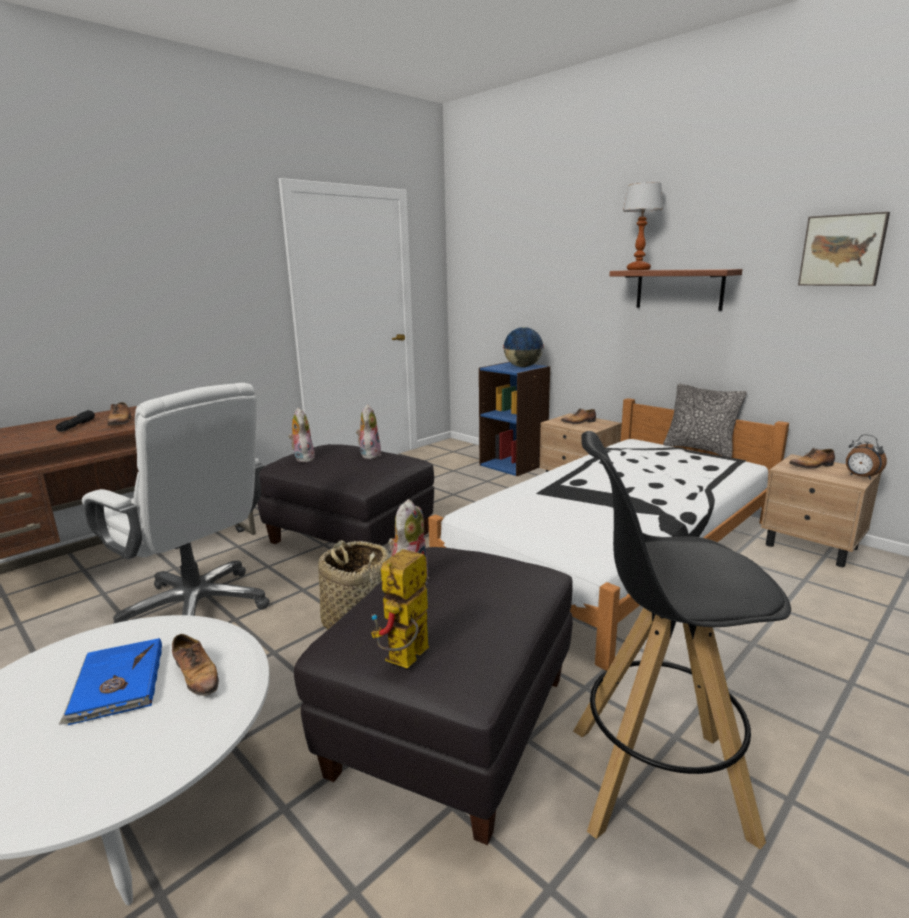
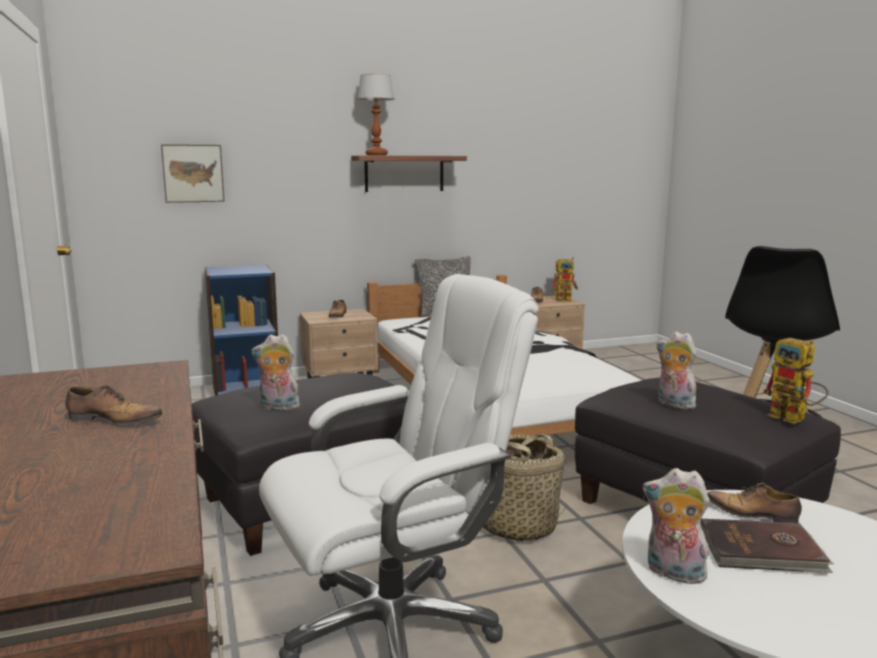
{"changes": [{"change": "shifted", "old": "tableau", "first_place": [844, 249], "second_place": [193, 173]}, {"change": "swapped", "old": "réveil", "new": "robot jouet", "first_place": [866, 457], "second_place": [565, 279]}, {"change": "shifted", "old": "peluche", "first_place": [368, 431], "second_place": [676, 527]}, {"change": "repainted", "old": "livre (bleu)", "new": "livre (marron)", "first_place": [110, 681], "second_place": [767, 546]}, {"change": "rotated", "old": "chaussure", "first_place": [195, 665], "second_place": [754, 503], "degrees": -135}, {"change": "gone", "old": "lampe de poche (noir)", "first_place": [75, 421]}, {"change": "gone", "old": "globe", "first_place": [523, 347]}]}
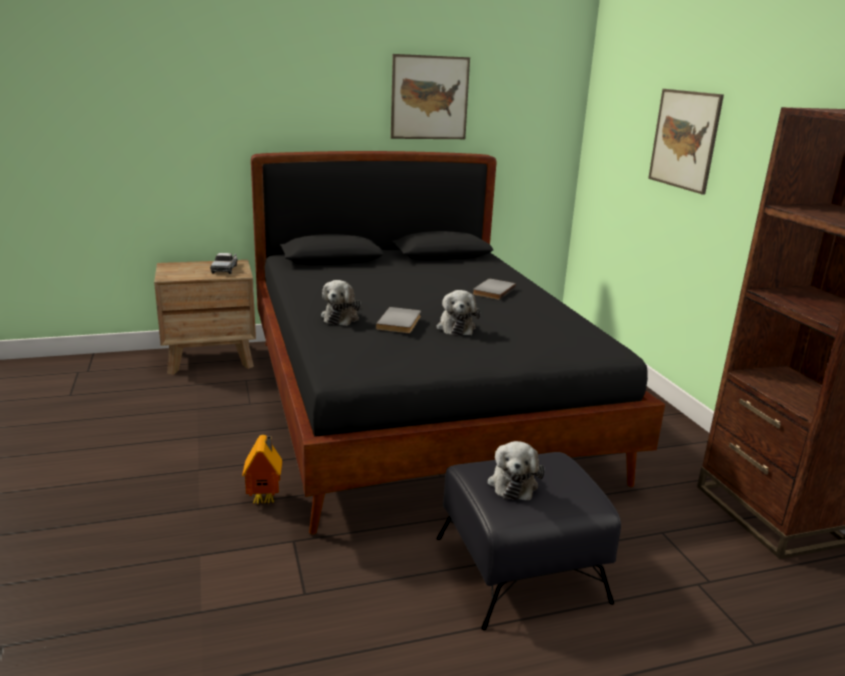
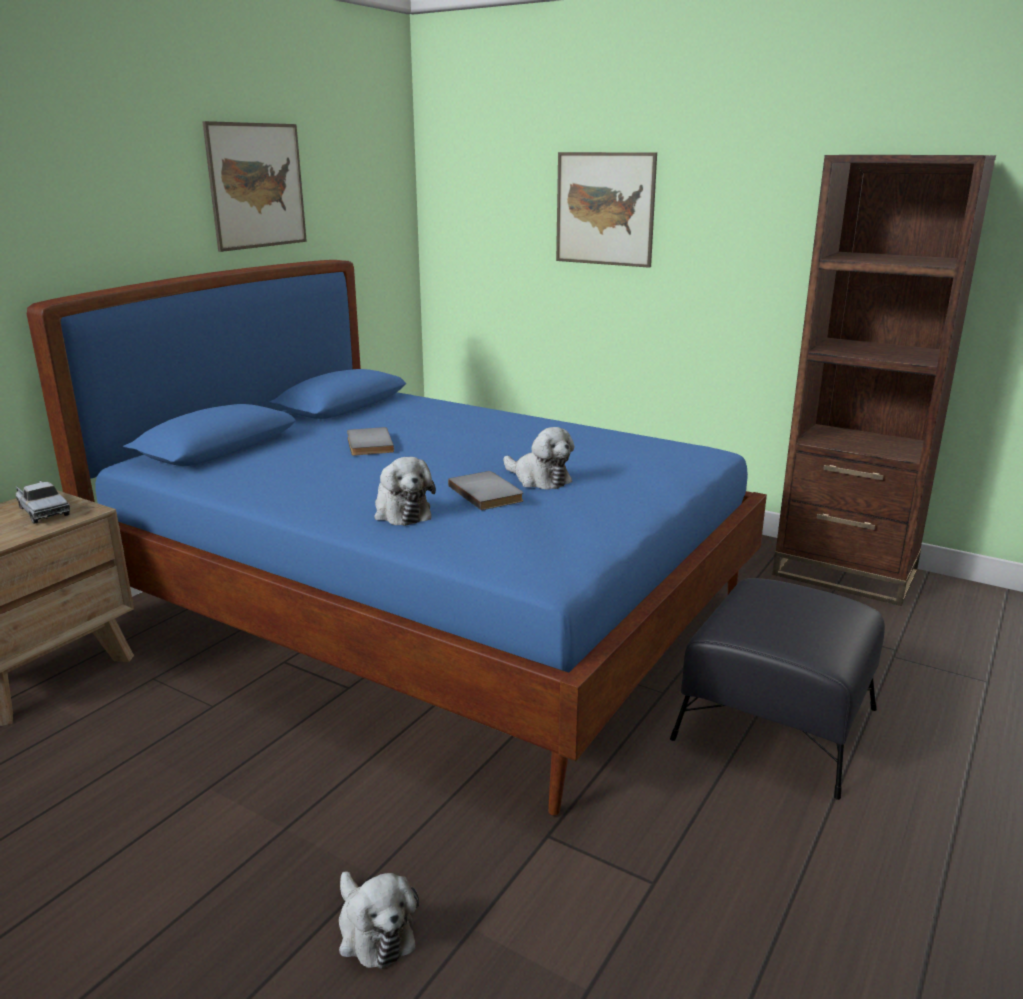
{"changes": [{"change": "repainted", "old": "lit (noir)", "new": "lit (bleu)", "first_place": [458, 343], "second_place": [397, 538]}, {"change": "shifted", "old": "peluche", "first_place": [516, 471], "second_place": [379, 920]}, {"change": "shifted", "old": "livre (gris)", "first_place": [494, 289], "second_place": [370, 441]}, {"change": "gone", "old": "maison miniature", "first_place": [262, 470]}]}
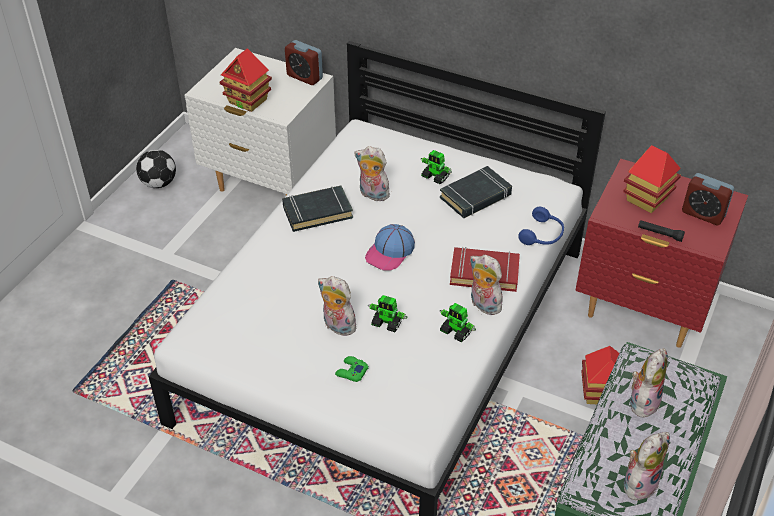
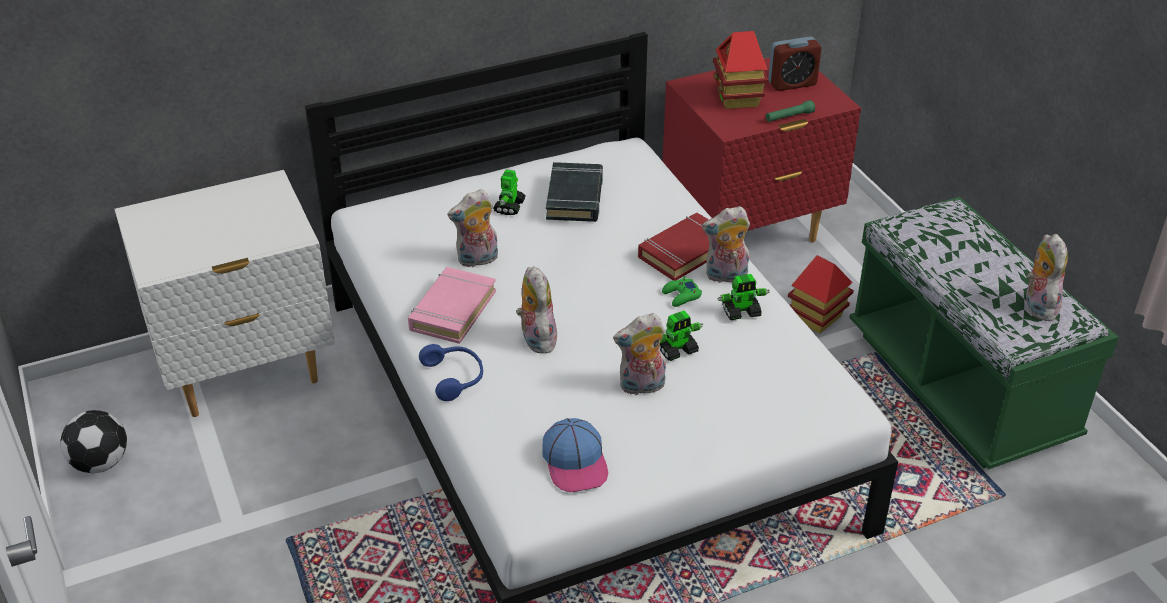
{"changes": [{"change": "repainted", "old": "livre (noir)", "new": "livre (rose)", "first_place": [317, 208], "second_place": [452, 305]}, {"change": "shifted", "old": "casque audio (bleu)", "first_place": [541, 226], "second_place": [451, 372]}, {"change": "rotated", "old": "robot jouet", "first_place": [436, 167], "second_place": [509, 192], "degrees": 120}, {"change": "shifted", "old": "peluche", "first_place": [649, 383], "second_place": [536, 310]}, {"change": "shifted", "old": "casquette", "first_place": [390, 247], "second_place": [575, 455]}, {"change": "shifted", "old": "manette (vert)", "first_place": [352, 369], "second_place": [682, 291]}, {"change": "repainted", "old": "lampe de poche (noir)", "new": "lampe de poche (vert)", "first_place": [661, 231], "second_place": [790, 111]}, {"change": "gone", "old": "maison miniature", "first_place": [246, 80]}, {"change": "gone", "old": "réveil", "first_place": [304, 62]}]}
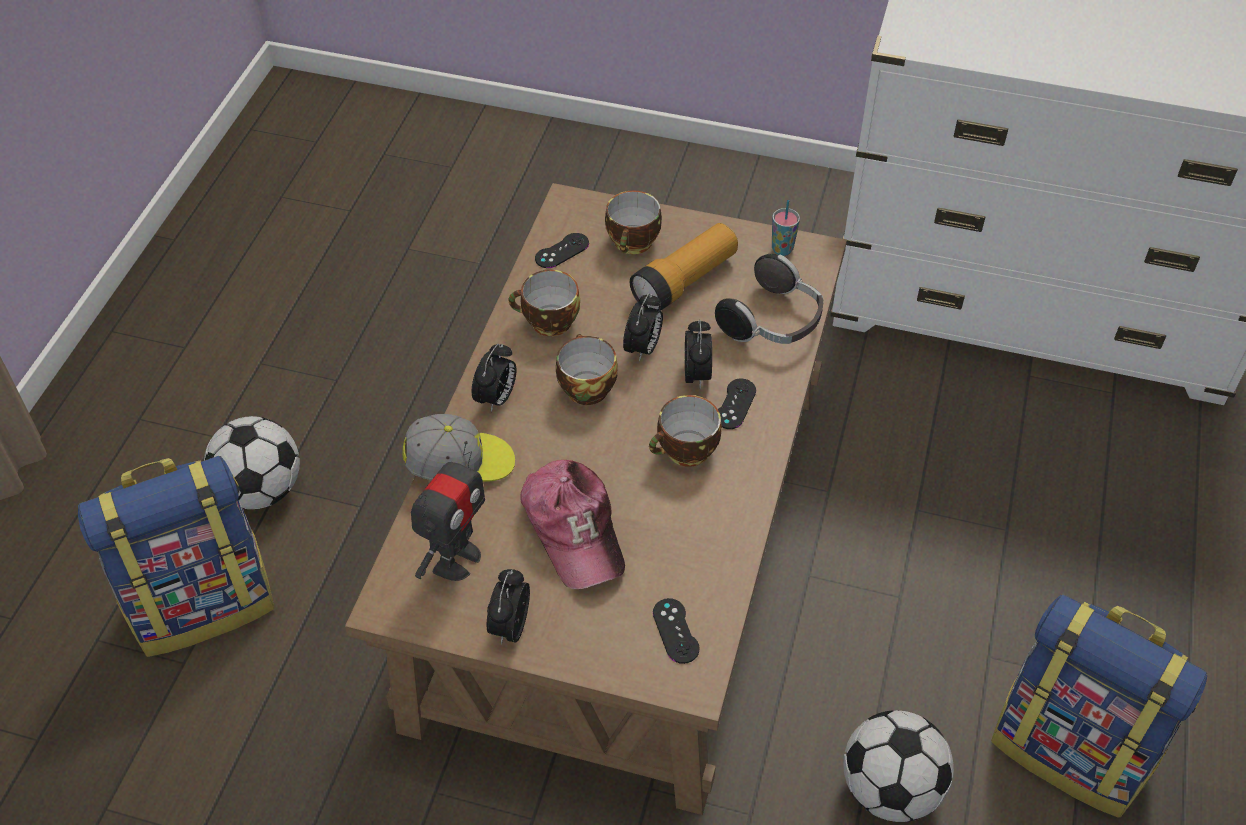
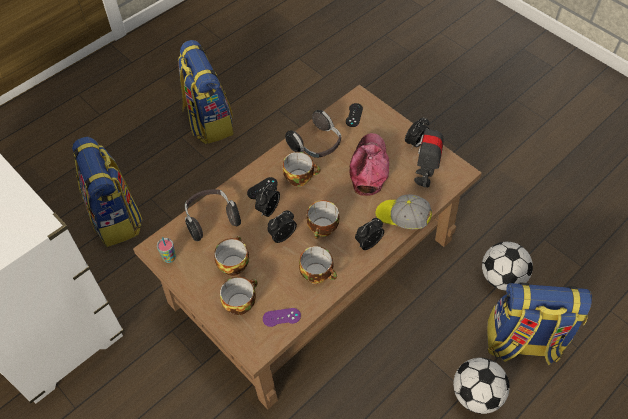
{"changes": [{"change": "new", "new": "sac à dos", "second_place": [107, 192]}, {"change": "swapped", "old": "lampe de poche", "new": "tasse", "first_place": [684, 267], "second_place": [231, 256]}, {"change": "repainted", "old": "manette (noir)", "new": "manette (violet)", "first_place": [562, 250], "second_place": [282, 317]}, {"change": "new", "new": "casque audio", "second_place": [313, 134]}, {"change": "rotated", "old": "robot jouet", "first_place": [448, 511], "second_place": [429, 151], "degrees": -45}, {"change": "shifted", "old": "ballon de foot", "first_place": [898, 766], "second_place": [507, 266]}]}
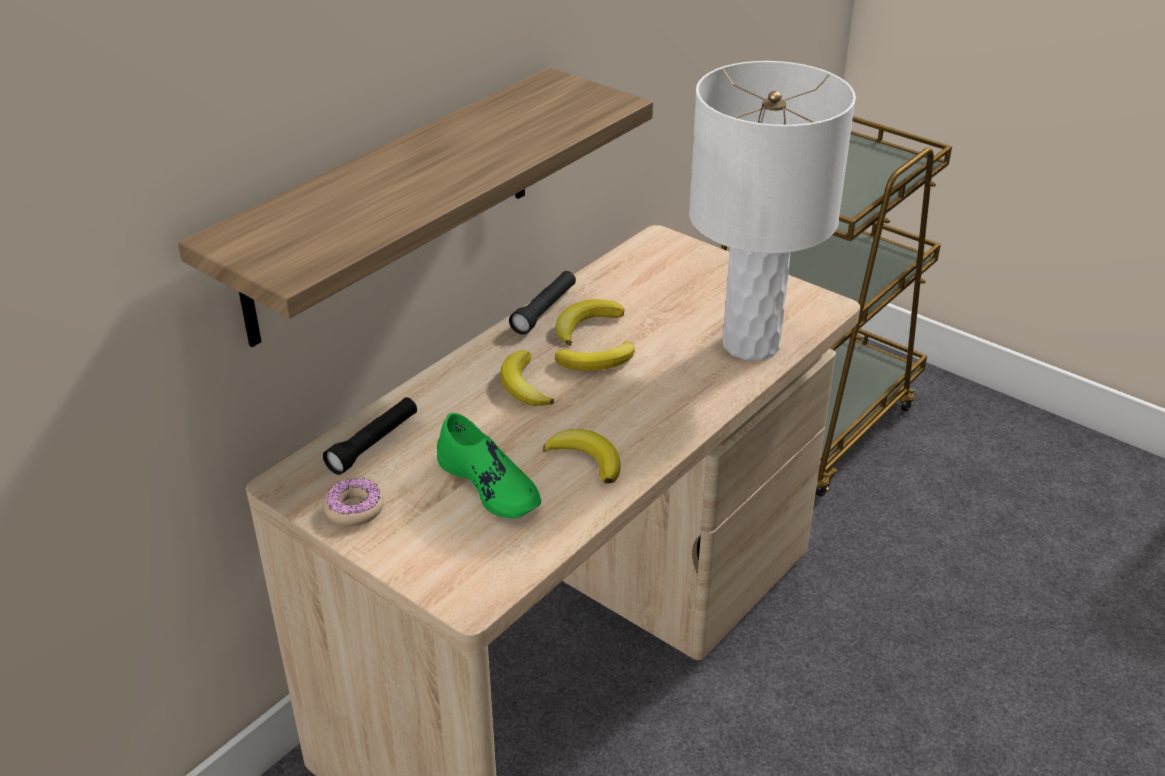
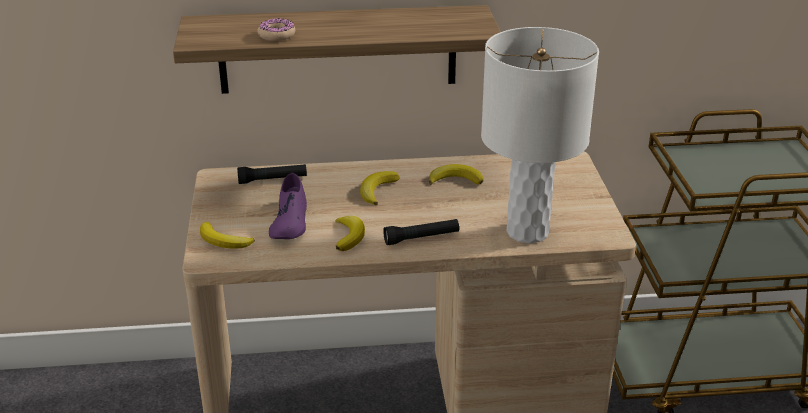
{"changes": [{"change": "shifted", "old": "banane", "first_place": [595, 356], "second_place": [227, 235]}, {"change": "shifted", "old": "beignet", "first_place": [354, 502], "second_place": [276, 29]}, {"change": "repainted", "old": "chaussure (vert)", "new": "chaussure (violet)", "first_place": [489, 465], "second_place": [288, 206]}, {"change": "shifted", "old": "lampe de poche (noir)", "first_place": [542, 303], "second_place": [421, 232]}]}
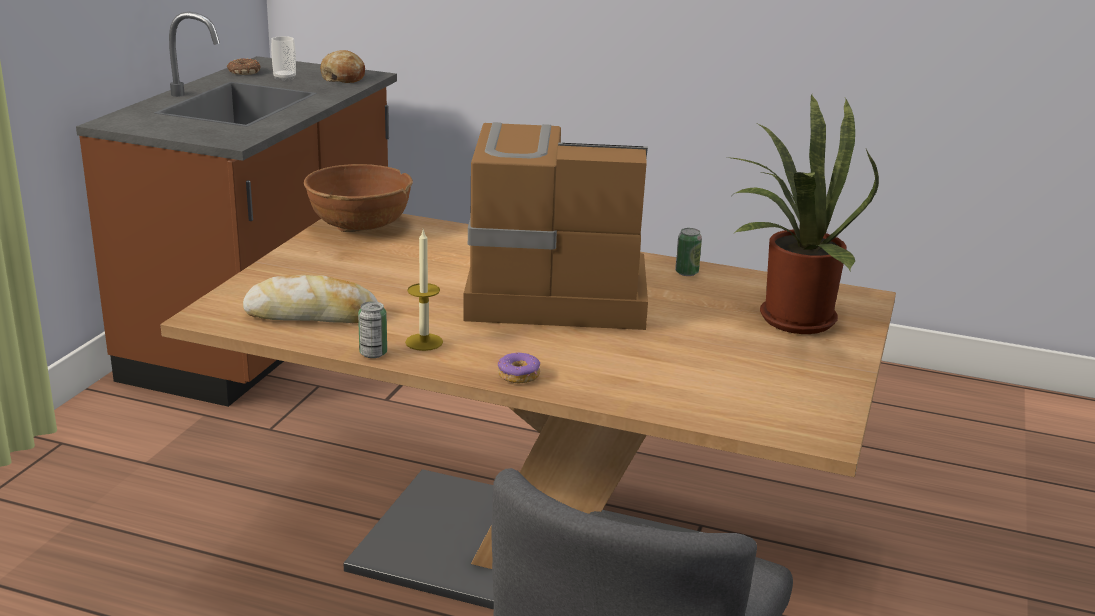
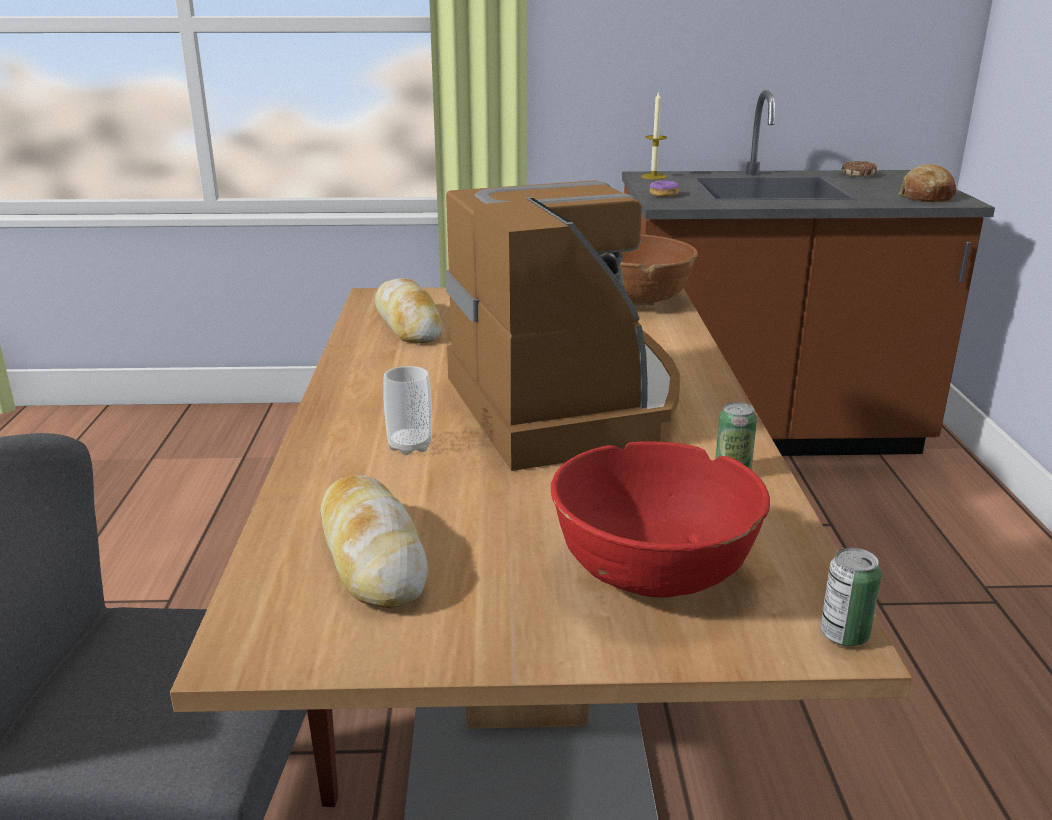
{"changes": [{"change": "new", "new": "pain", "second_place": [374, 541]}, {"change": "shifted", "old": "tasse", "first_place": [283, 58], "second_place": [407, 410]}, {"change": "swapped", "old": "plante en pot", "new": "bol (rouge)", "first_place": [803, 214], "second_place": [660, 520]}, {"change": "shifted", "old": "bougie", "first_place": [424, 290], "second_place": [654, 135]}, {"change": "shifted", "old": "beignet", "first_place": [519, 368], "second_place": [664, 188]}, {"change": "shifted", "old": "boîte métallique", "first_place": [372, 329], "second_place": [850, 596]}]}
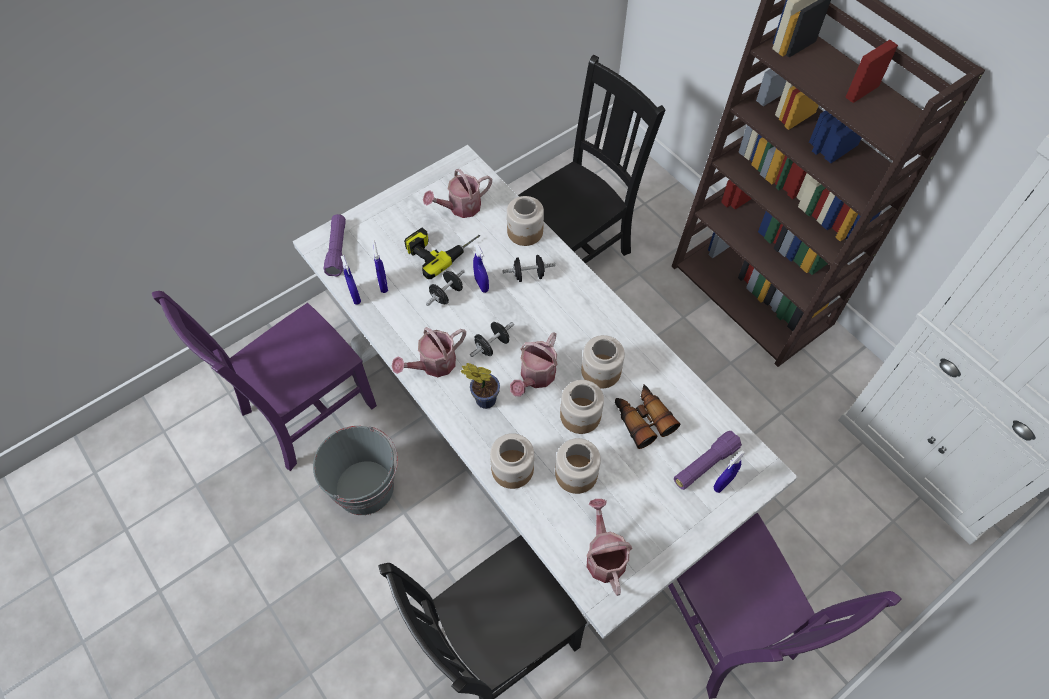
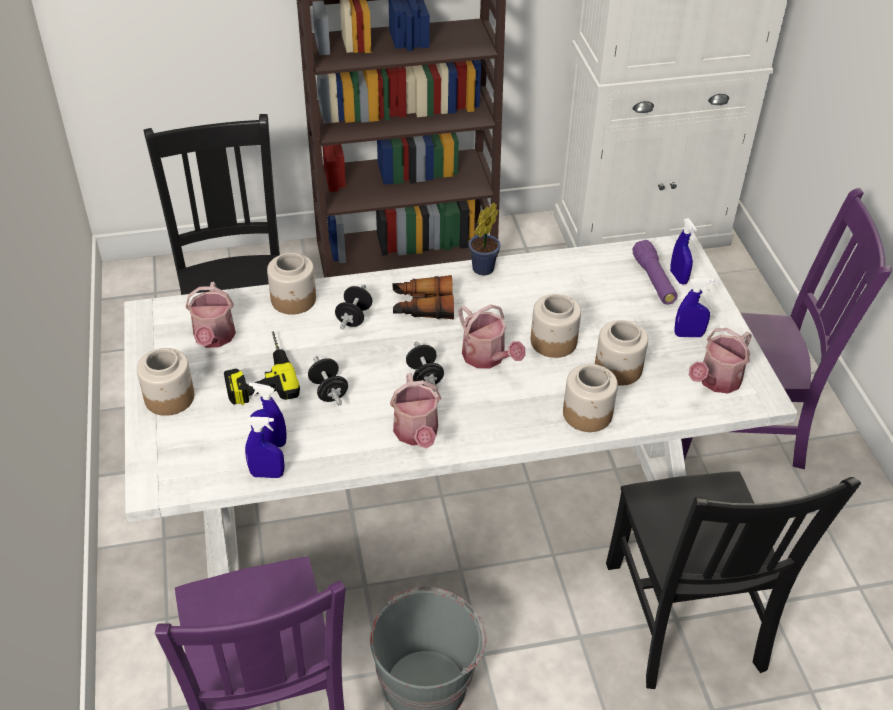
{"changes": [{"change": "shifted", "old": "bocal", "first_place": [603, 362], "second_place": [165, 382]}, {"change": "shifted", "old": "jumelles", "first_place": [647, 416], "second_place": [423, 297]}, {"change": "shifted", "old": "plante en pot", "first_place": [480, 386], "second_place": [484, 239]}, {"change": "shifted", "old": "vaporisateur (bleu)", "first_place": [481, 268], "second_place": [694, 307]}, {"change": "rotated", "old": "arrosoir", "first_place": [609, 547], "second_place": [720, 360], "degrees": -60}, {"change": "gone", "old": "lampe de poche (violet)", "first_place": [335, 245]}]}
